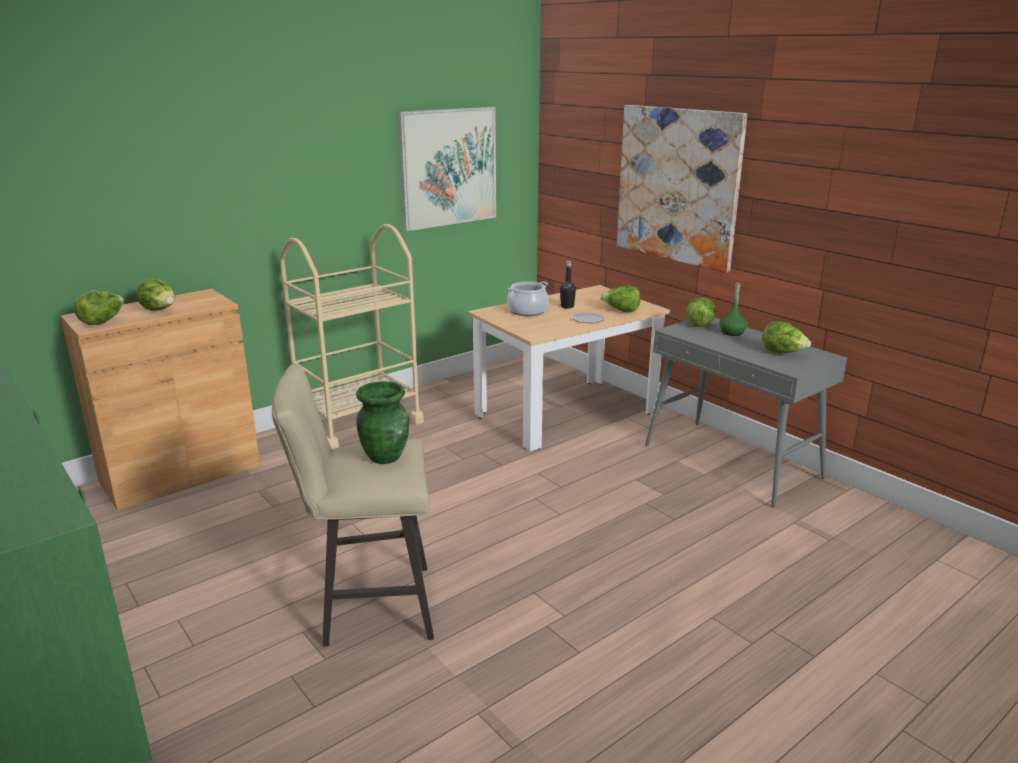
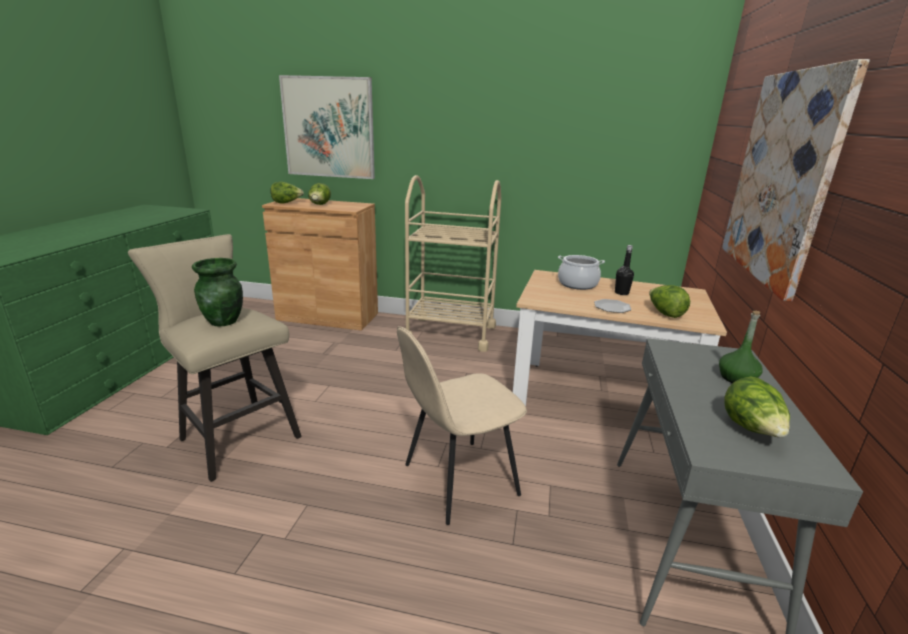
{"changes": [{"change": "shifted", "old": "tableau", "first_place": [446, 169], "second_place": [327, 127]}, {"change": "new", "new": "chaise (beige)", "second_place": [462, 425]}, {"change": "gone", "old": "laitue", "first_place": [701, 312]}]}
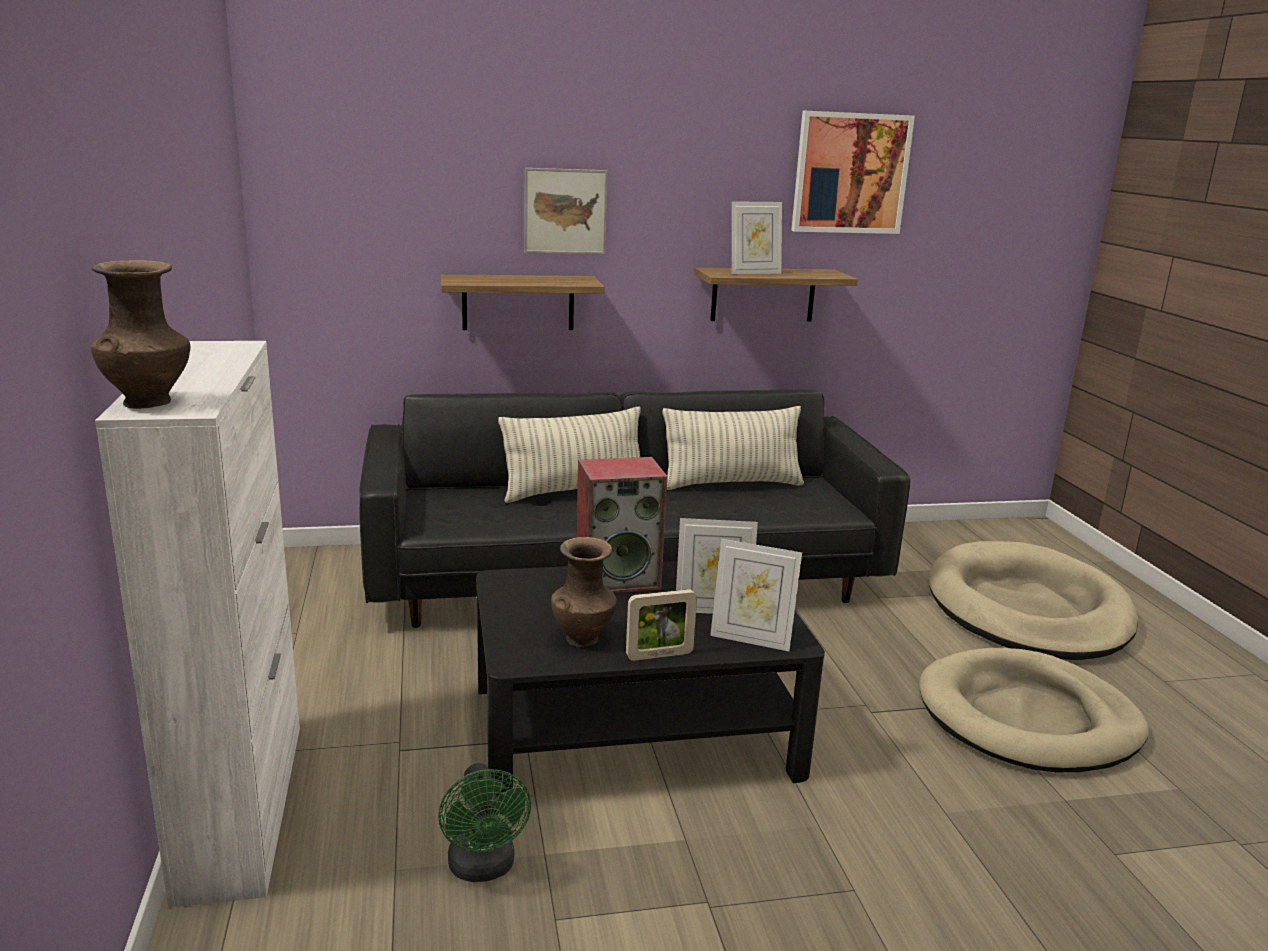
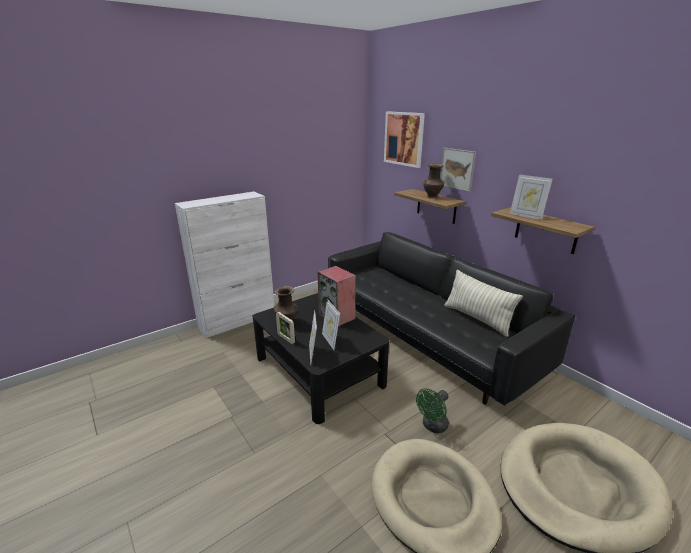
{"changes": [{"change": "shifted", "old": "tableau", "first_place": [853, 172], "second_place": [404, 139]}, {"change": "shifted", "old": "ventilateur (vert)", "first_place": [484, 822], "second_place": [432, 410]}, {"change": "shifted", "old": "vase (marron)", "first_place": [140, 334], "second_place": [433, 181]}, {"change": "gone", "old": "coussin", "first_place": [569, 455]}]}
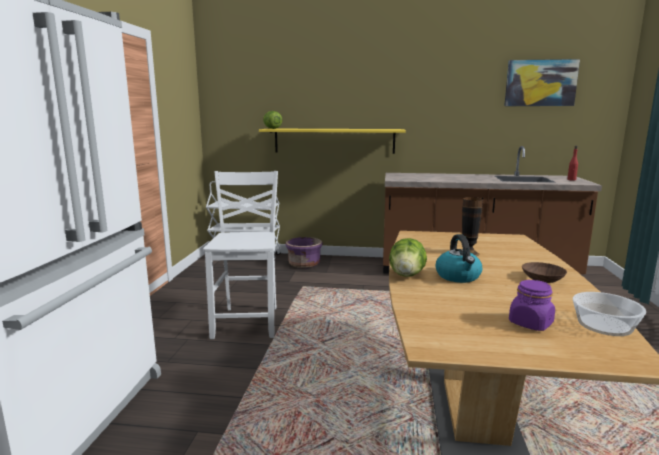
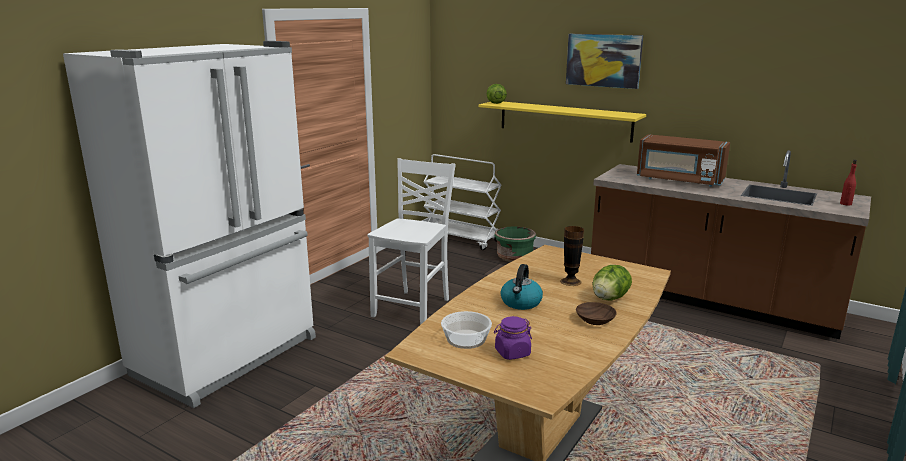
{"changes": [{"change": "shifted", "old": "bol", "first_place": [609, 314], "second_place": [466, 330]}, {"change": "repainted", "old": "cache-pot (violet)", "new": "cache-pot (vert)", "first_place": [304, 253], "second_place": [515, 244]}, {"change": "shifted", "old": "tableau", "first_place": [542, 82], "second_place": [604, 61]}, {"change": "shifted", "old": "laitue", "first_place": [408, 257], "second_place": [612, 283]}, {"change": "new", "new": "micro-ondes (marron)", "second_place": [683, 160]}]}
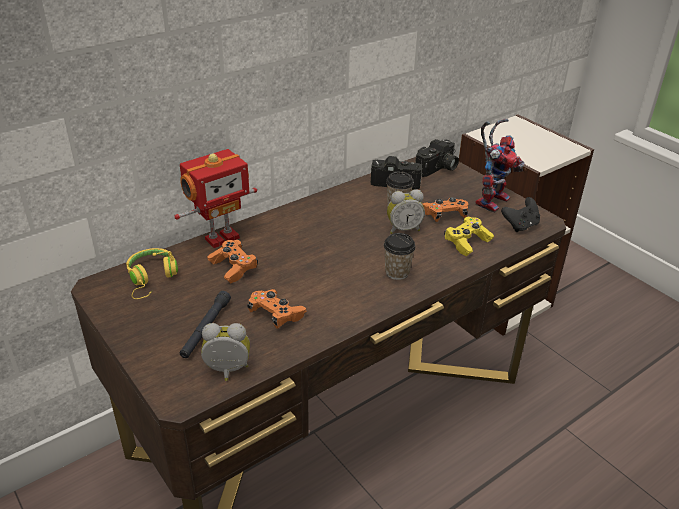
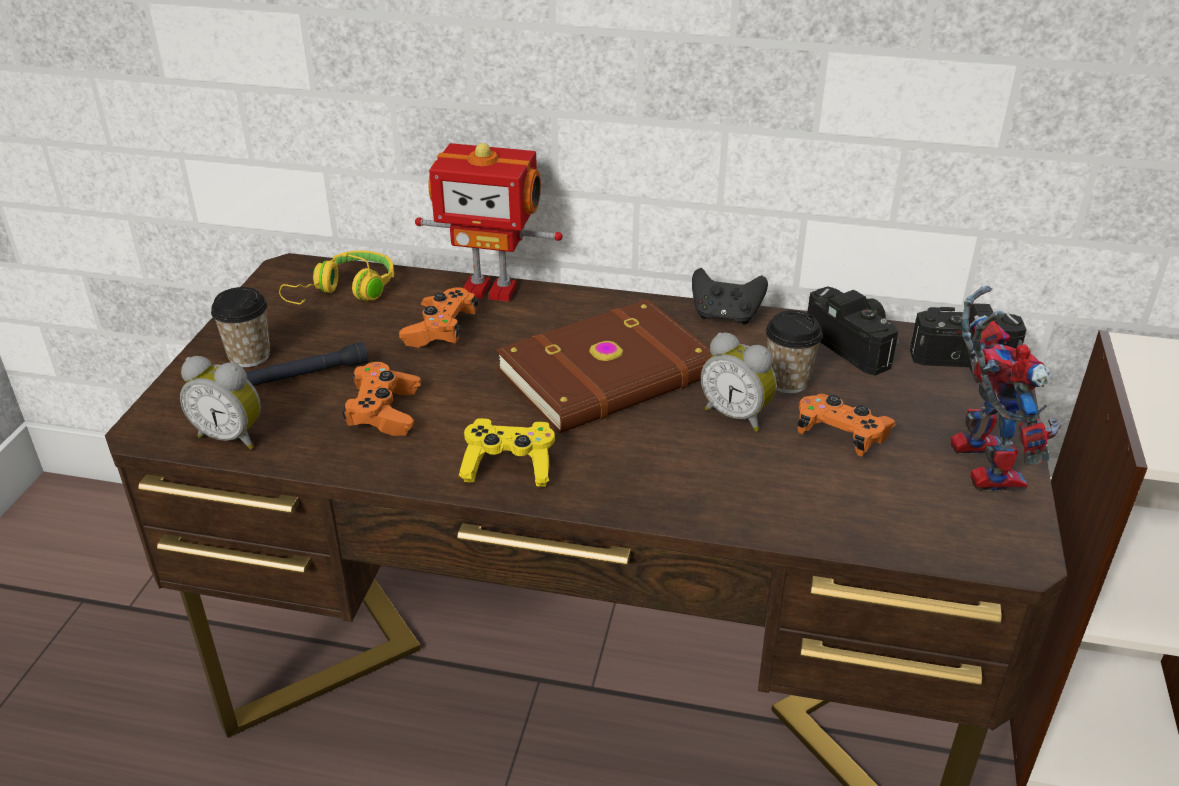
{"changes": [{"change": "rotated", "old": "réveil", "first_place": [225, 352], "second_place": [220, 402], "degrees": 150}, {"change": "shifted", "old": "tasse", "first_place": [400, 256], "second_place": [240, 327]}, {"change": "shifted", "old": "manette (jaune)", "first_place": [469, 236], "second_place": [507, 452]}, {"change": "new", "new": "livre (marron)", "second_place": [604, 366]}, {"change": "shifted", "old": "manette (noir)", "first_place": [520, 214], "second_place": [730, 296]}, {"change": "rotated", "old": "robot jouet", "first_place": [500, 166], "second_place": [1006, 388], "degrees": -90}]}
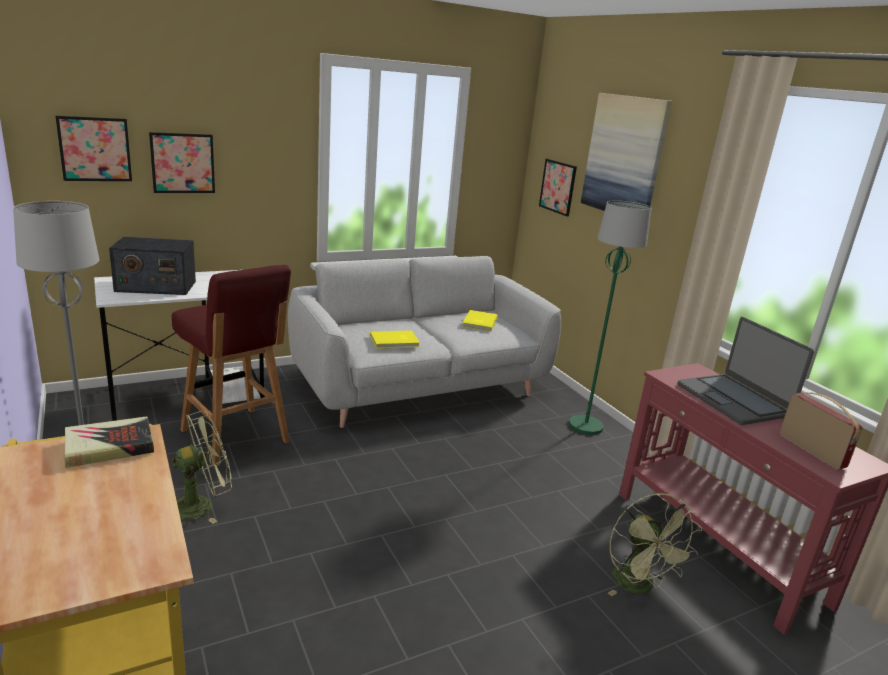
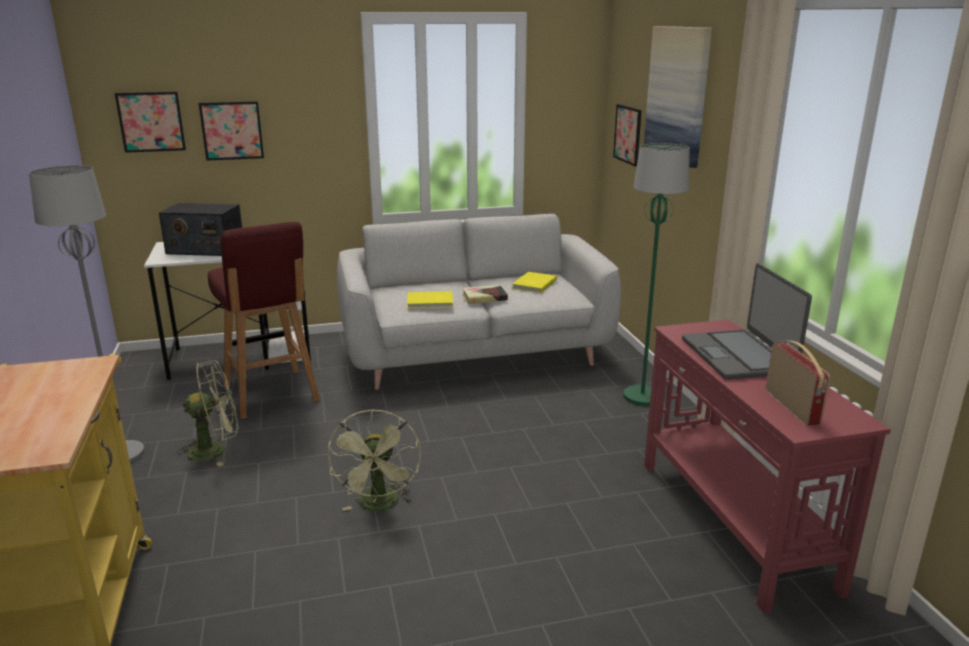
{"changes": [{"change": "shifted", "old": "ventilateur (vert)", "first_place": [655, 544], "second_place": [374, 460]}, {"change": "shifted", "old": "livre", "first_place": [109, 442], "second_place": [485, 294]}]}
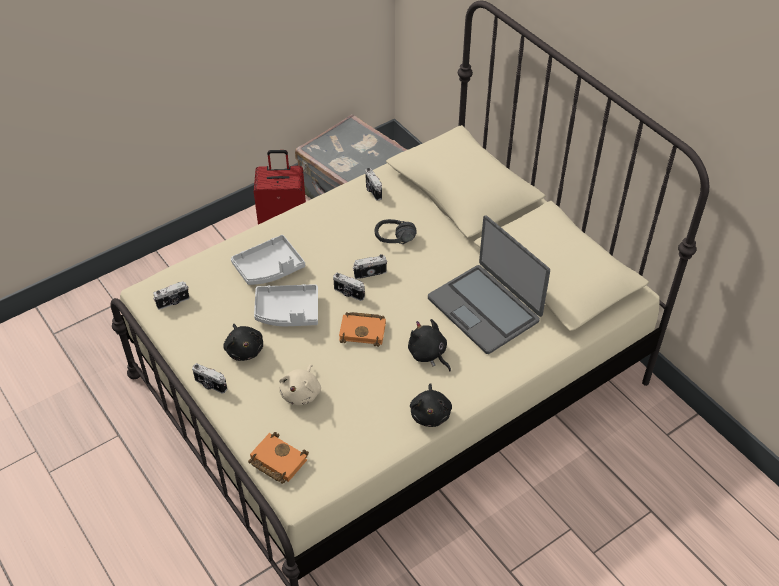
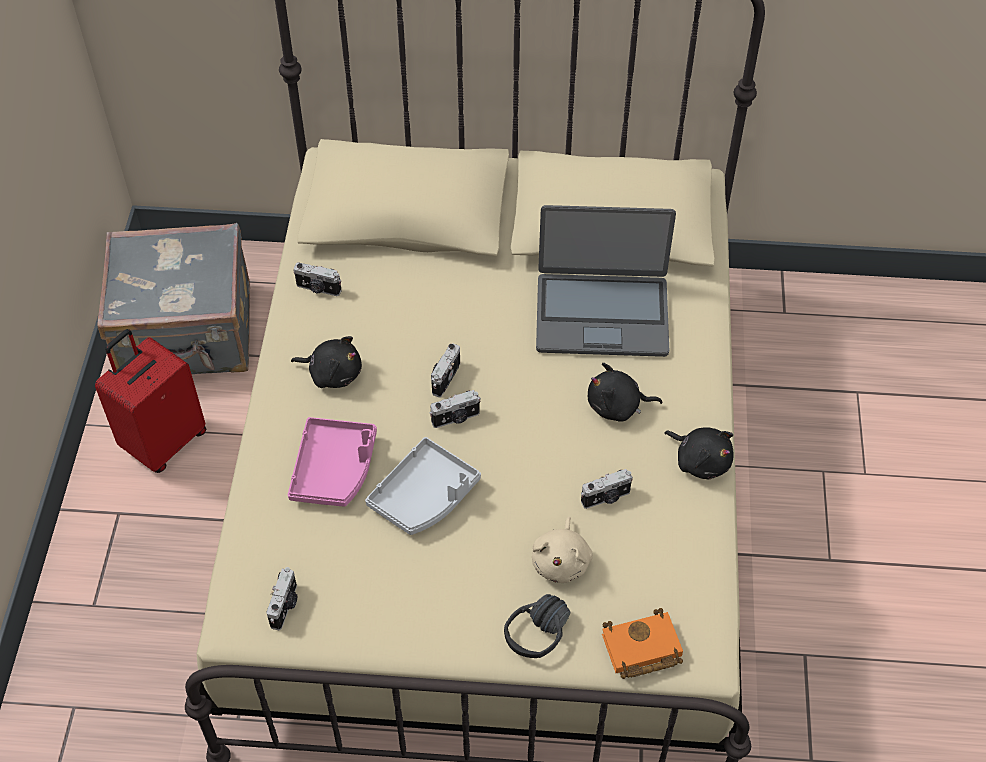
{"changes": [{"change": "repainted", "old": "plateau (gris)", "new": "plateau (rose)", "first_place": [268, 260], "second_place": [332, 462]}, {"change": "shifted", "old": "peluche (noir)", "first_place": [243, 342], "second_place": [326, 362]}, {"change": "shifted", "old": "casque audio (noir)", "first_place": [396, 231], "second_place": [537, 626]}, {"change": "rotated", "old": "peluche (beige)", "first_place": [300, 384], "second_place": [562, 550], "degrees": 45}, {"change": "shifted", "old": "appareil photo", "first_place": [209, 378], "second_place": [607, 489]}, {"change": "gone", "old": "livre (orange)", "first_place": [362, 329]}]}
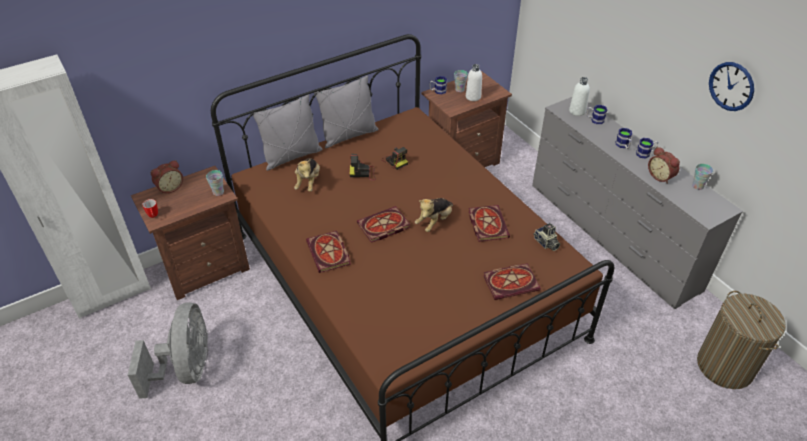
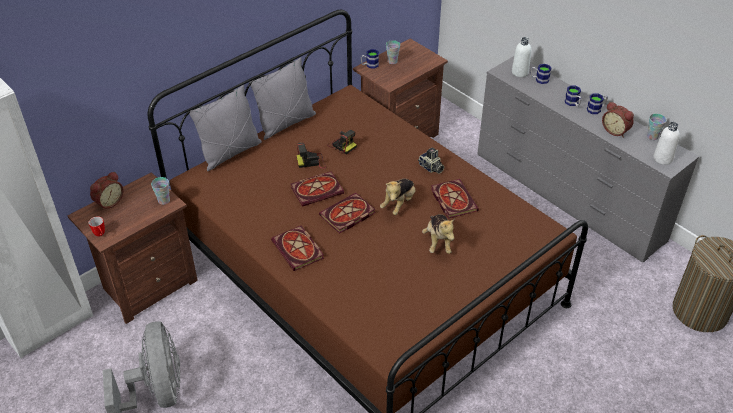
{"changes": [{"change": "shifted", "old": "livre", "first_place": [512, 281], "second_place": [317, 189]}, {"change": "shifted", "old": "appareil photo", "first_place": [546, 237], "second_place": [431, 160]}, {"change": "shifted", "old": "peluche", "first_place": [307, 175], "second_place": [438, 234]}, {"change": "shifted", "old": "bouteille (blanc)", "first_place": [474, 82], "second_place": [666, 143]}, {"change": "gone", "old": "horloge murale", "first_place": [731, 86]}]}
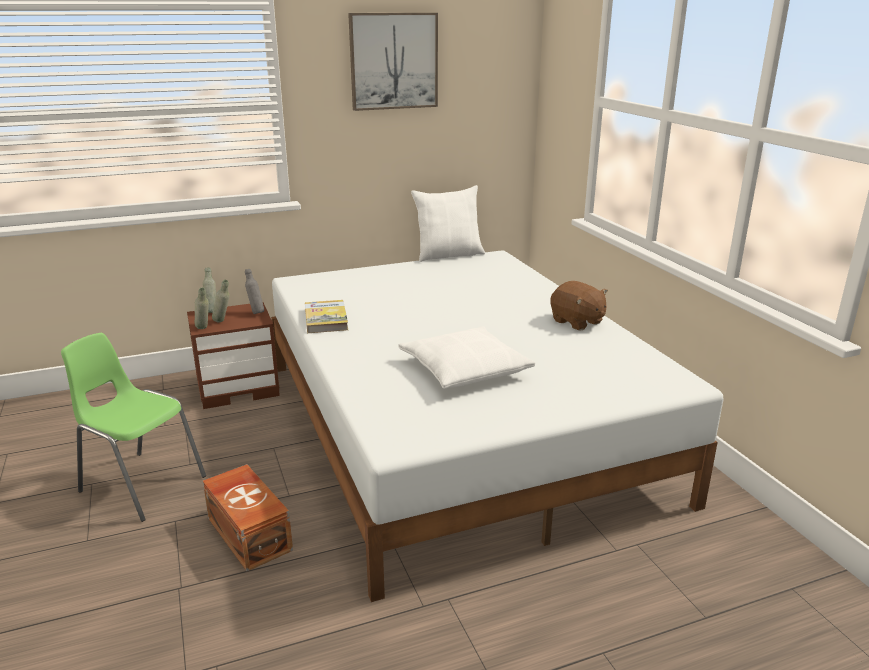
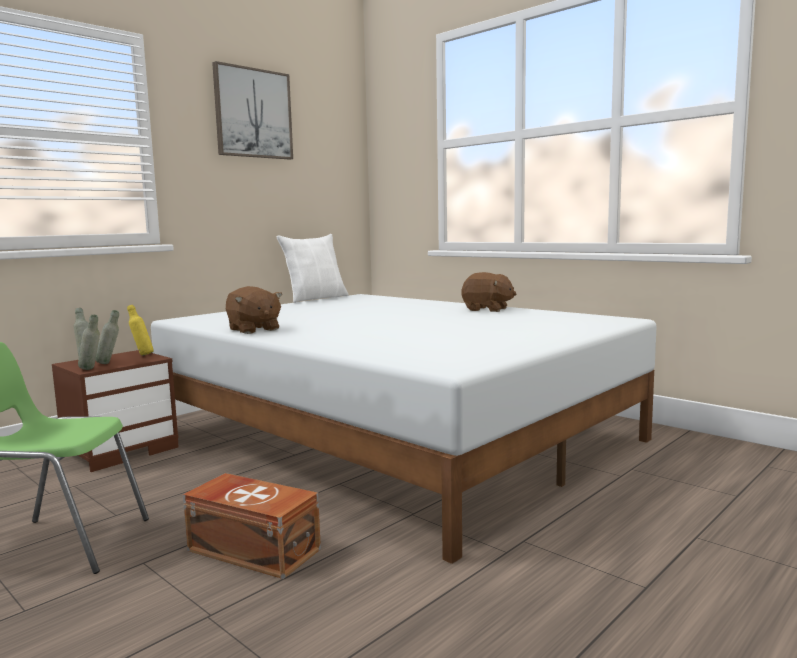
{"changes": [{"change": "repainted", "old": "bouteille (gris)", "new": "bouteille (jaune)", "first_place": [254, 291], "second_place": [140, 330]}, {"change": "swapped", "old": "livre", "new": "peluche (marron)", "first_place": [326, 316], "second_place": [254, 310]}, {"change": "gone", "old": "coussin (blanc)", "first_place": [466, 357]}]}
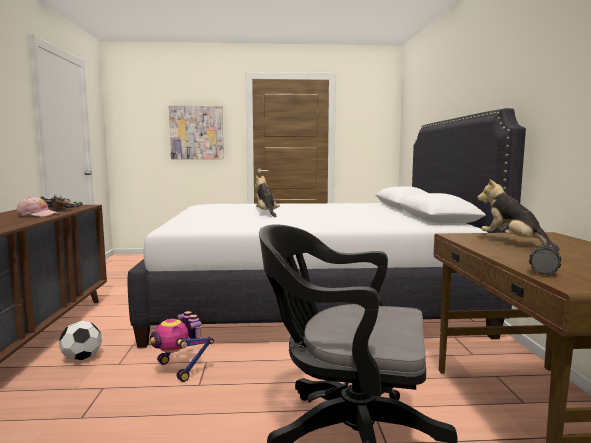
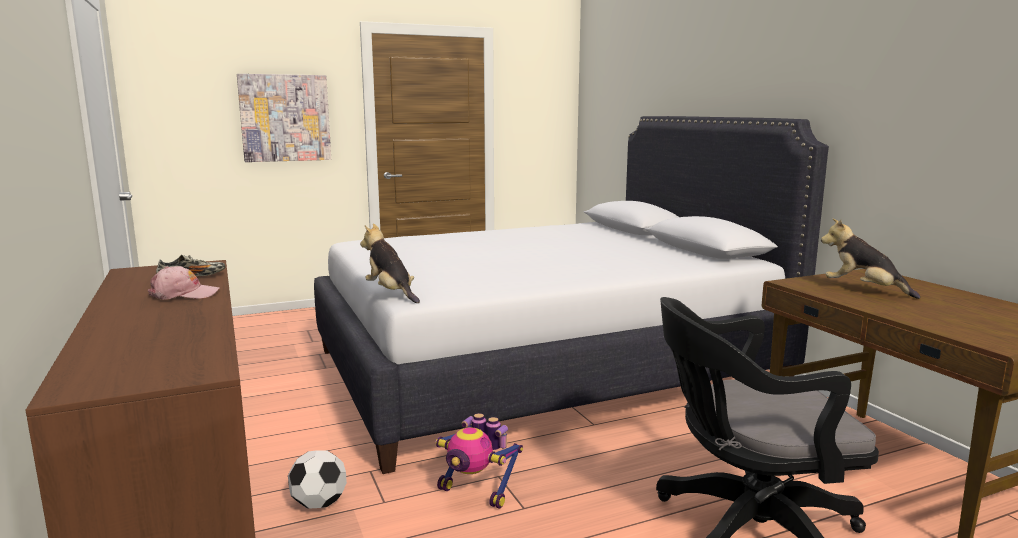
{"changes": [{"change": "shifted", "old": "peluche", "first_place": [267, 196], "second_place": [390, 263]}, {"change": "gone", "old": "lampe de poche", "first_place": [545, 259]}]}
